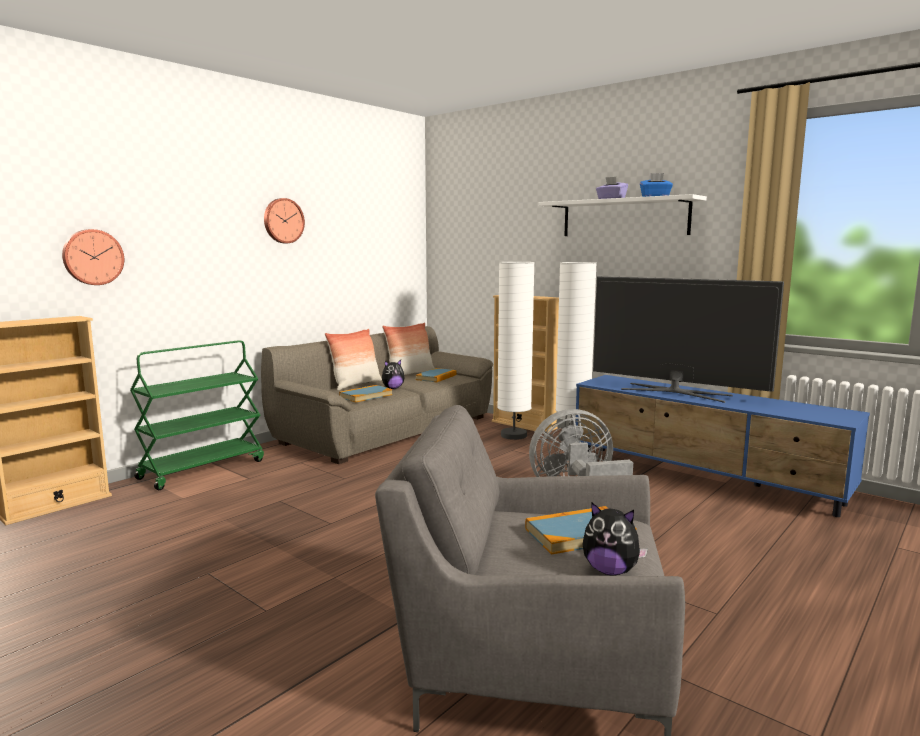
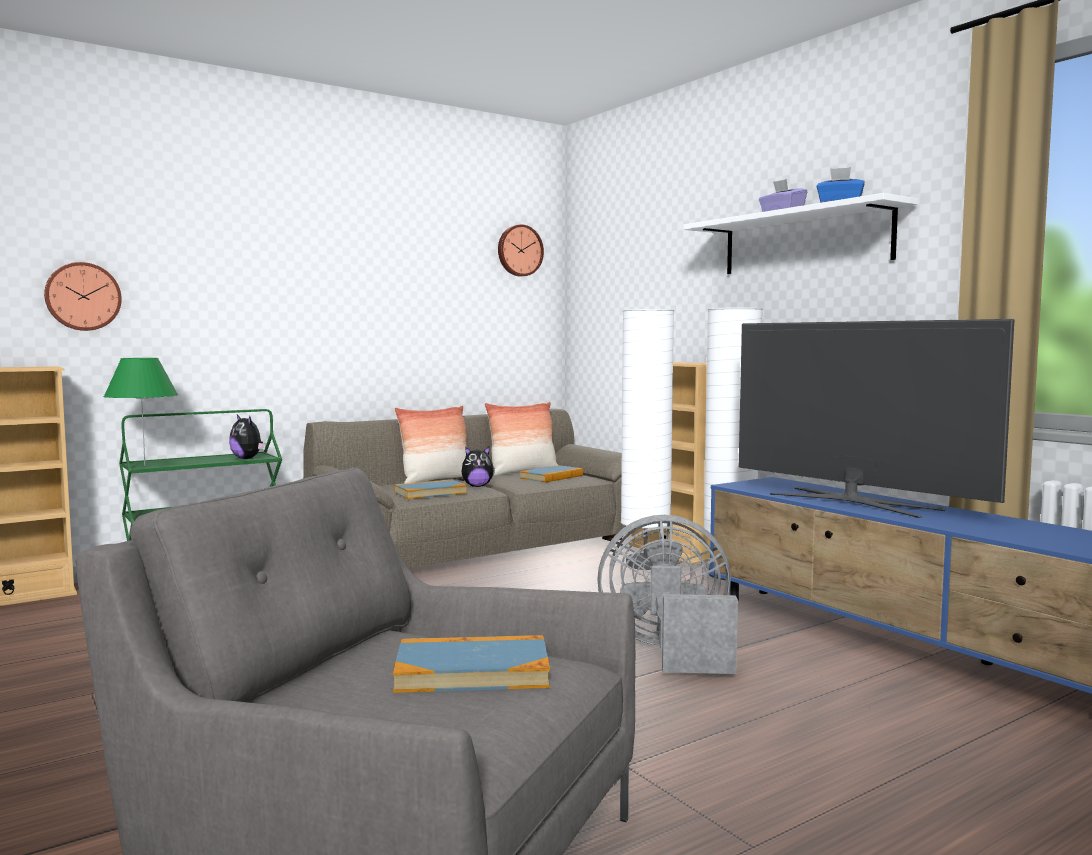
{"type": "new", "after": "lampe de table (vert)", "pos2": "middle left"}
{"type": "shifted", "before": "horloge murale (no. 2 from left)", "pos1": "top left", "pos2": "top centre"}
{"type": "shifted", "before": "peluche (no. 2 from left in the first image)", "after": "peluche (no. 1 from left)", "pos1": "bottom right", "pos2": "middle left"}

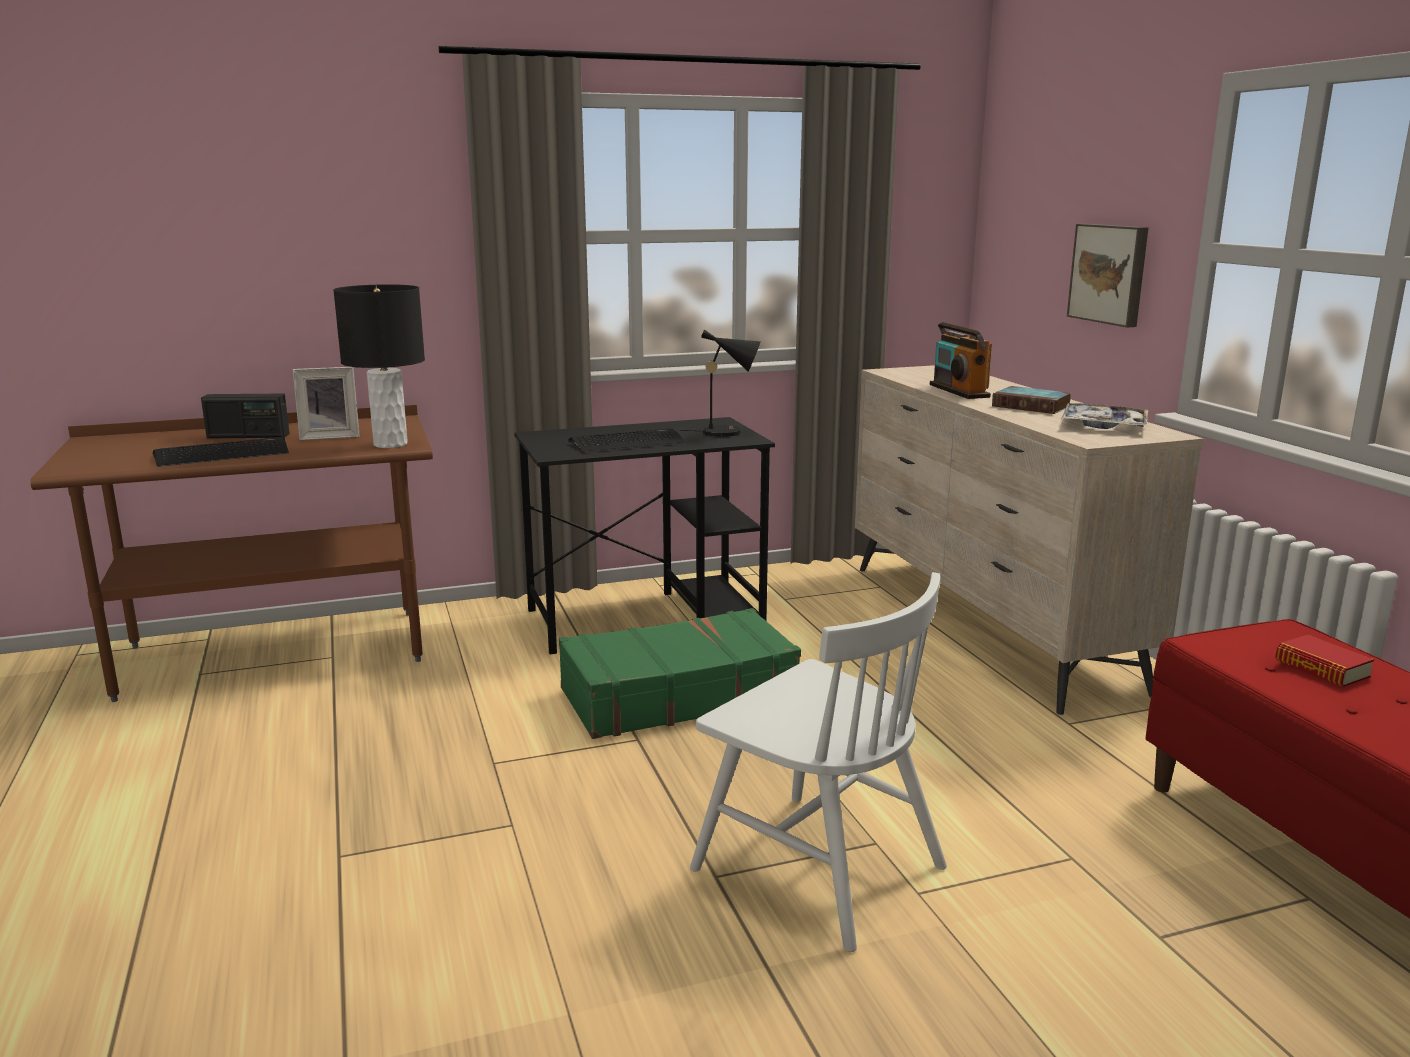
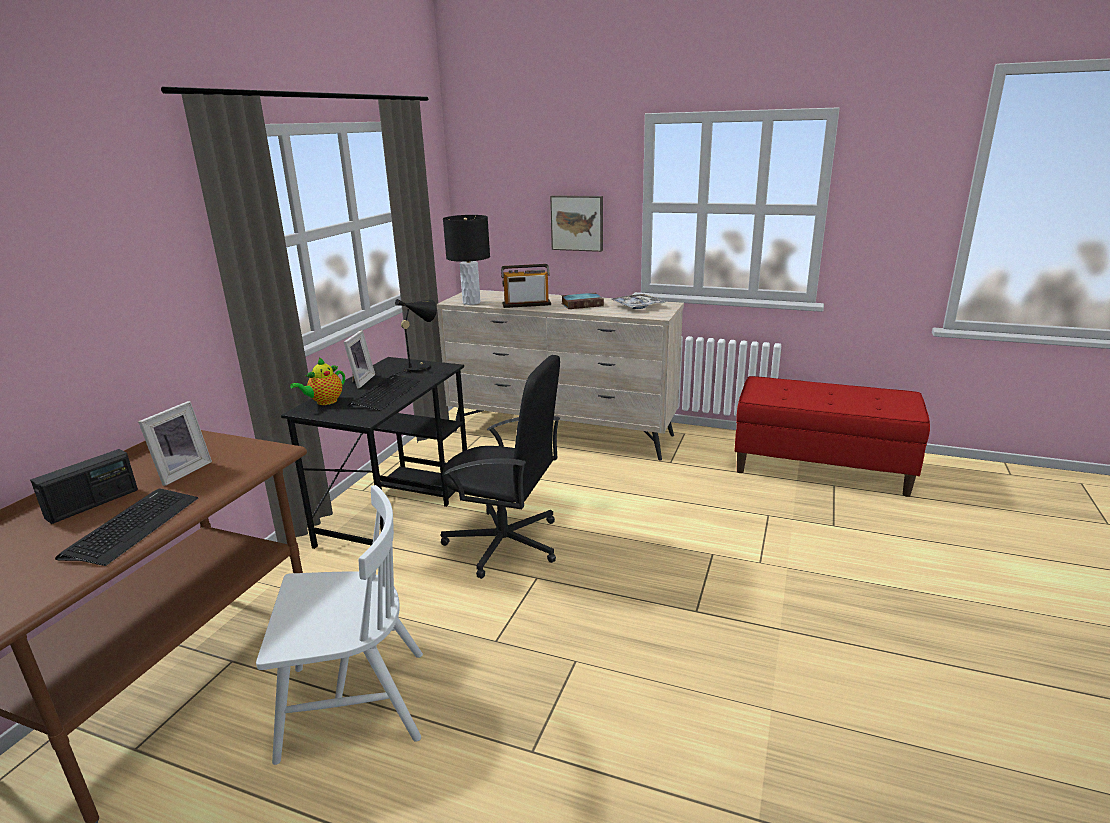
{"type": "gone", "before": "livre (no. 2 from left)", "pos1": "middle right"}
{"type": "new", "after": "théière", "pos2": "middle left"}
{"type": "new", "after": "cadre photo (no. 2 from left)", "pos2": "middle left"}
{"type": "shifted", "before": "lampe de table (noir) (no. 1 from left in the first image)", "after": "lampe de table (noir) (no. 2 from left)", "pos1": "middle left", "pos2": "top centre"}
{"type": "shifted", "before": "chaise (blanc)", "pos1": "bottom centre", "pos2": "bottom left"}
{"type": "swapped", "before": "valise (vert)", "after": "chaise de bureau (noir)", "pos1": "centre", "pos2": "centre"}
{"type": "rotated", "before": "radio (no. 2 from left)", "pos1": "middle right", "pos2": "centre", "turn": 150}

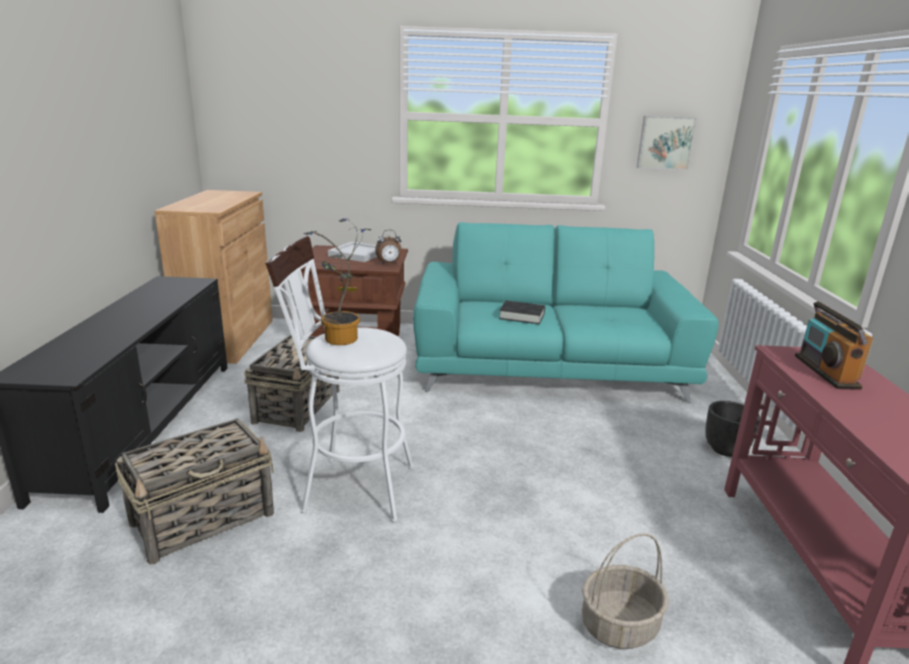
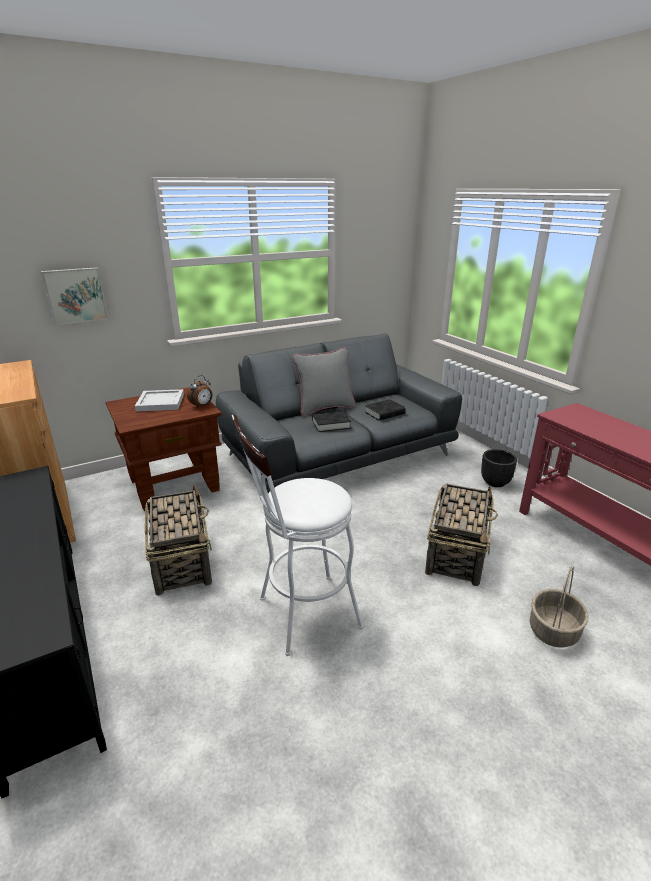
{"type": "gone", "before": "plante en pot", "pos1": "centre"}
{"type": "gone", "before": "radio", "pos1": "middle right"}
{"type": "new", "after": "coussin (gris)", "pos2": "centre"}
{"type": "new", "after": "livre (noir) (no. 2 from left)", "pos2": "centre"}
{"type": "shifted", "before": "panier (no. 1 from left in the first image)", "after": "panier (no. 2 from left)", "pos1": "bottom left", "pos2": "middle right"}
{"type": "shifted", "before": "tableau", "pos1": "top right", "pos2": "middle left"}
{"type": "repainted", "before": "canapé (turquoise)", "after": "canapé (gris)", "pos1": "centre", "pos2": "centre"}

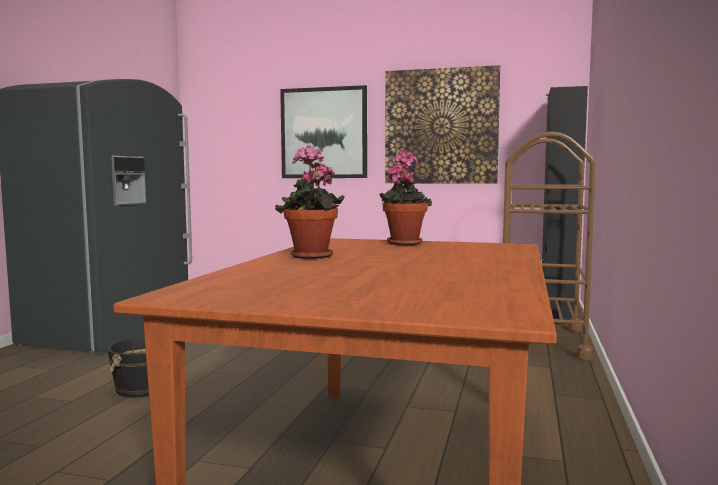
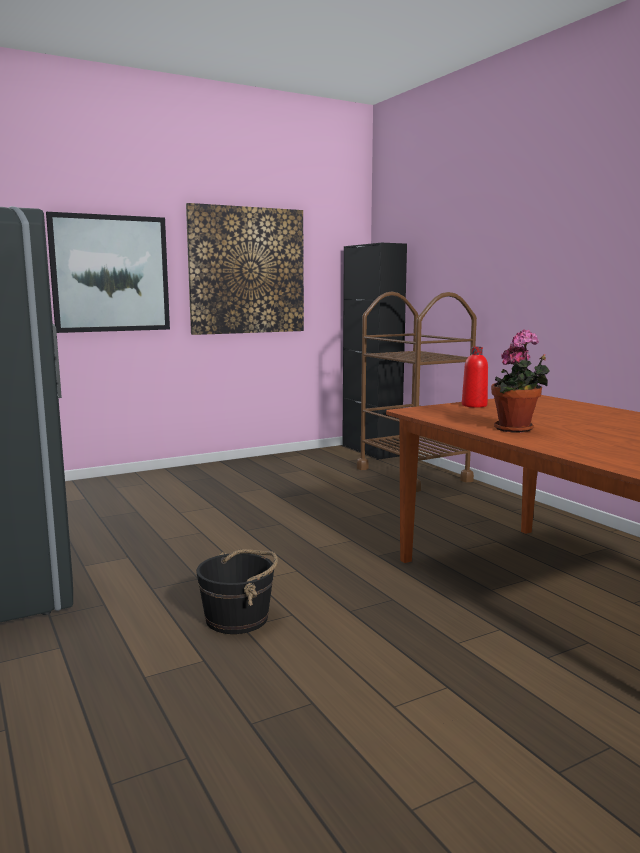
{"type": "swapped", "before": "plante en pot (no. 2 from left)", "after": "bouteille (rouge)", "pos1": "centre", "pos2": "middle right"}

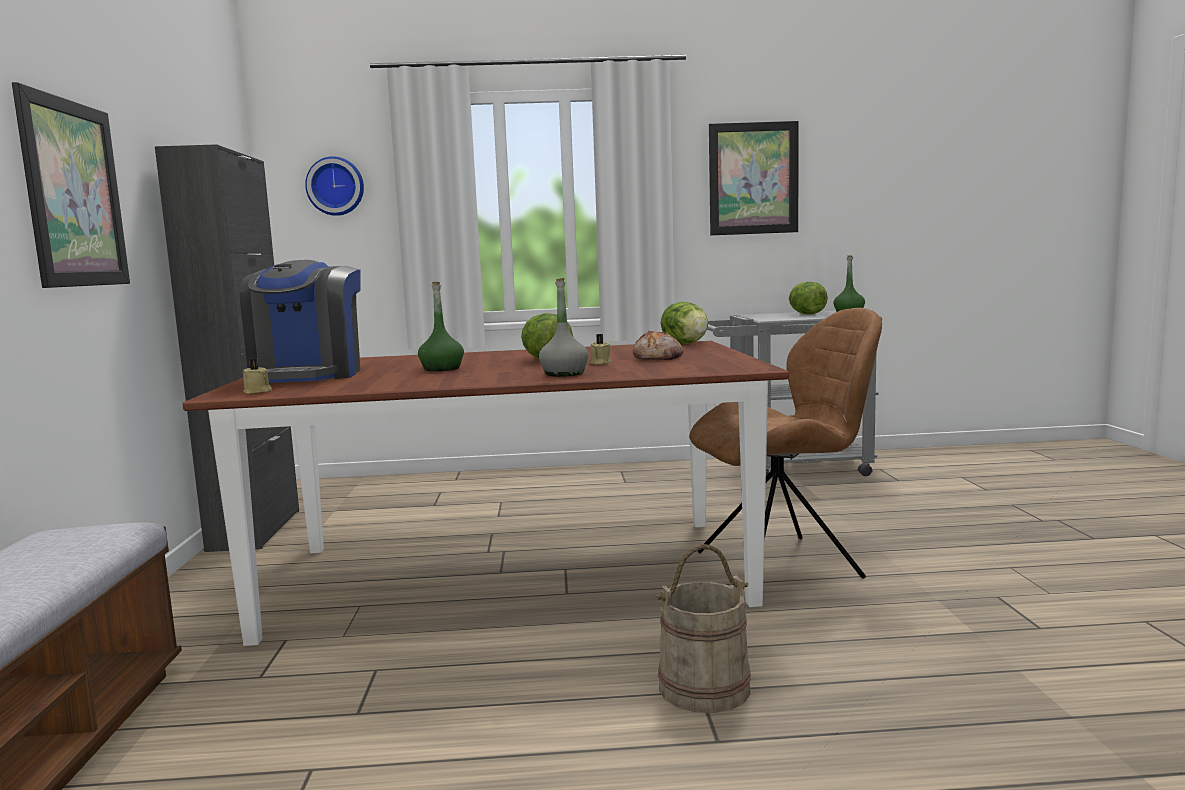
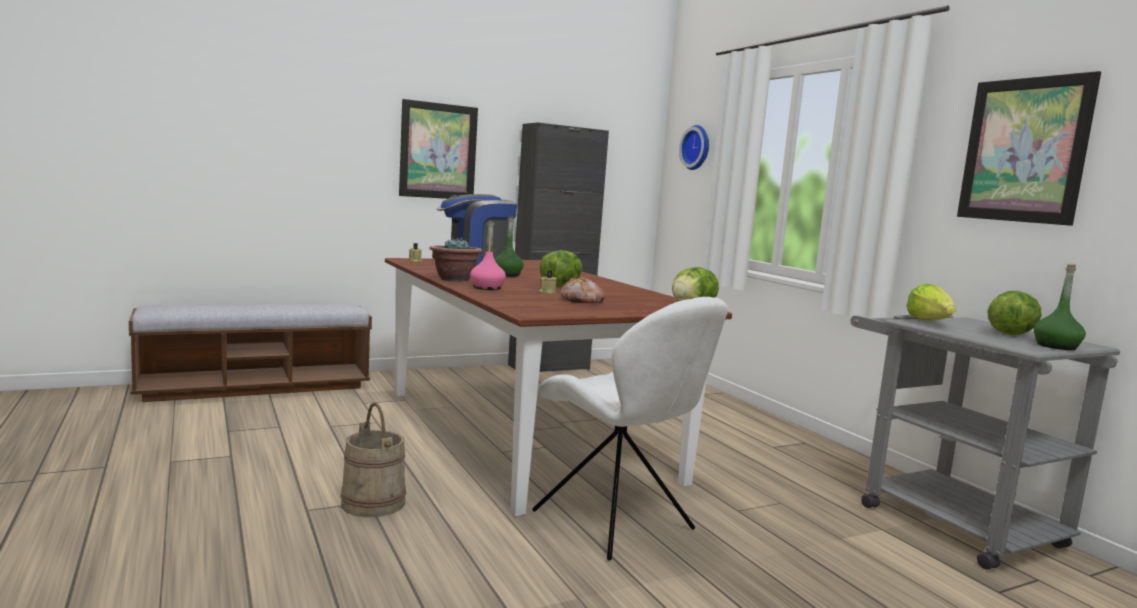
{"type": "new", "after": "plante en pot", "pos2": "centre"}
{"type": "new", "after": "laitue (no. 3 from left)", "pos2": "middle right"}
{"type": "repainted", "before": "bouteille (gris)", "after": "bouteille (rose)", "pos1": "centre", "pos2": "centre"}
{"type": "repainted", "before": "chaise (marron)", "after": "chaise (blanc)", "pos1": "centre", "pos2": "bottom centre"}

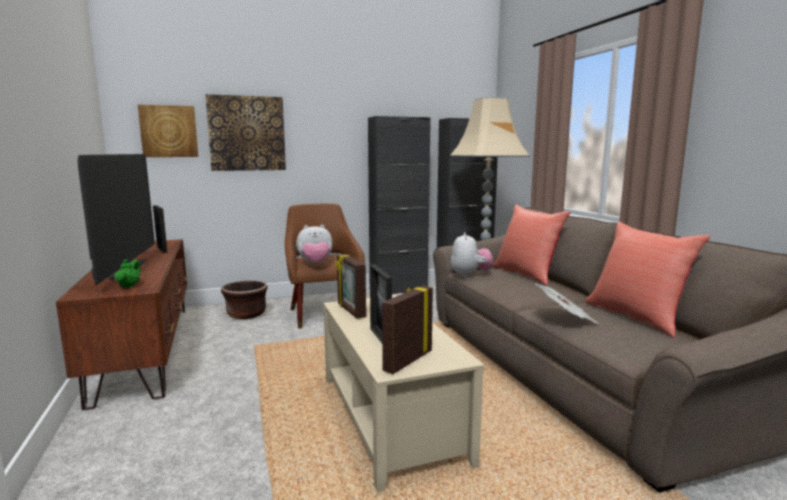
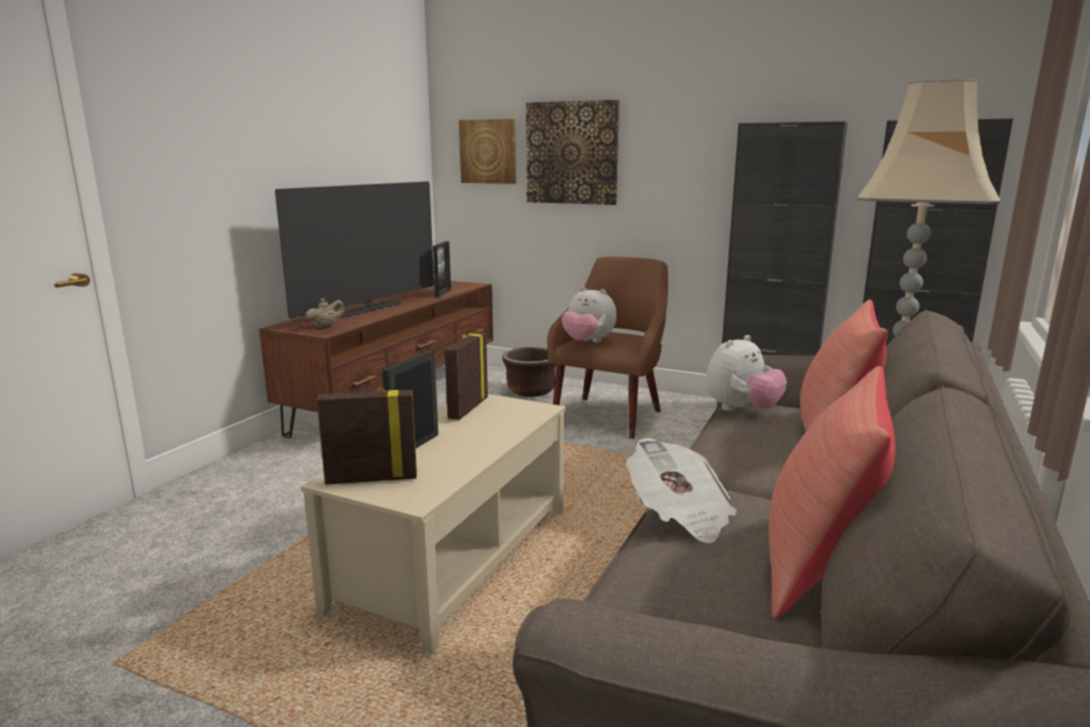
{"type": "repainted", "before": "théière (vert)", "after": "théière (beige)", "pos1": "middle left", "pos2": "middle left"}

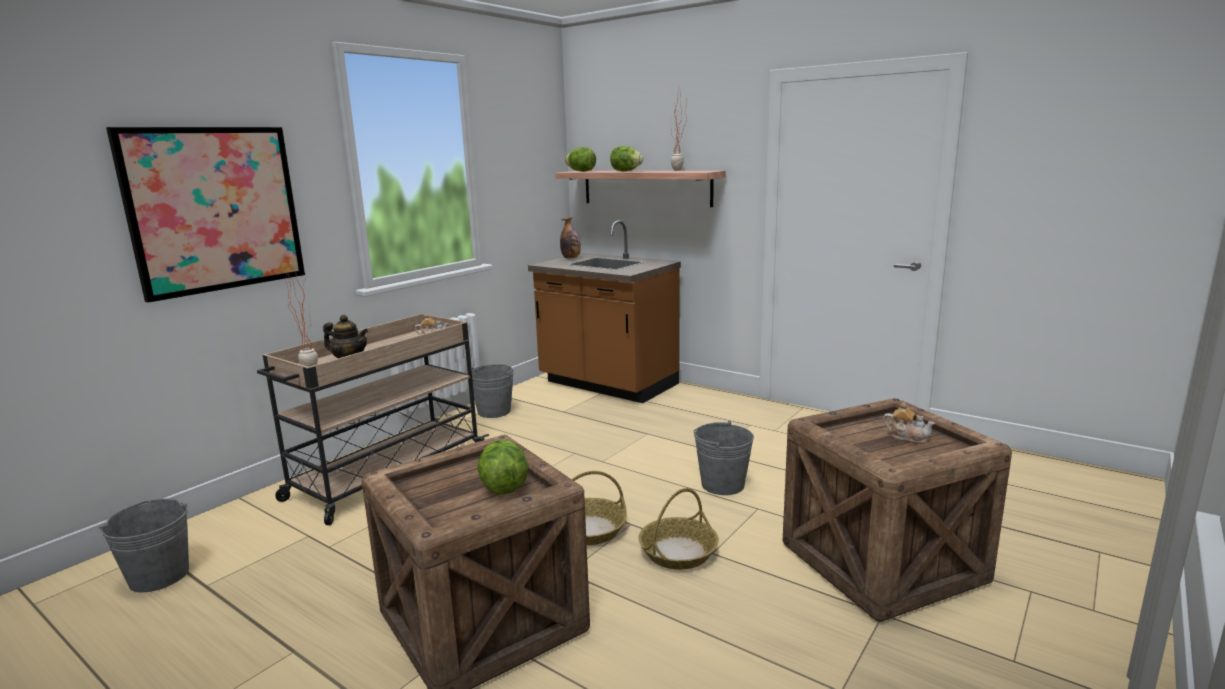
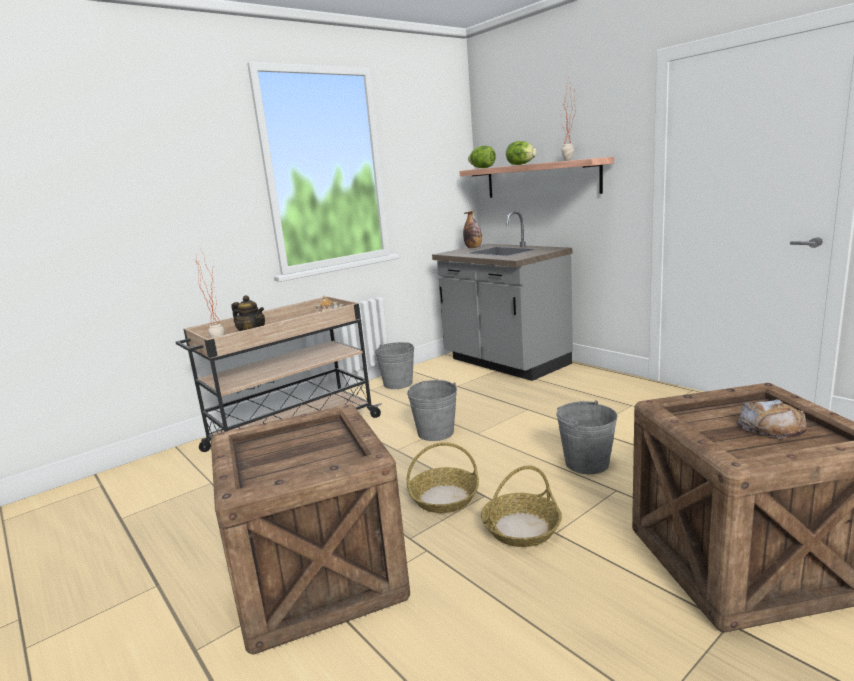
{"type": "gone", "before": "tableau", "pos1": "top left"}
{"type": "gone", "before": "laitue (no. 1 from left)", "pos1": "bottom centre"}
{"type": "shifted", "before": "seau (gris) (no. 1 from left in the first image)", "after": "seau (gris) (no. 2 from left)", "pos1": "bottom left", "pos2": "centre"}
{"type": "swapped", "before": "théière (no. 3 from left)", "after": "pain", "pos1": "middle right", "pos2": "middle right"}
{"type": "repainted", "before": "comptoir de cuisine (marron)", "after": "comptoir de cuisine (gris)", "pos1": "centre", "pos2": "centre"}

